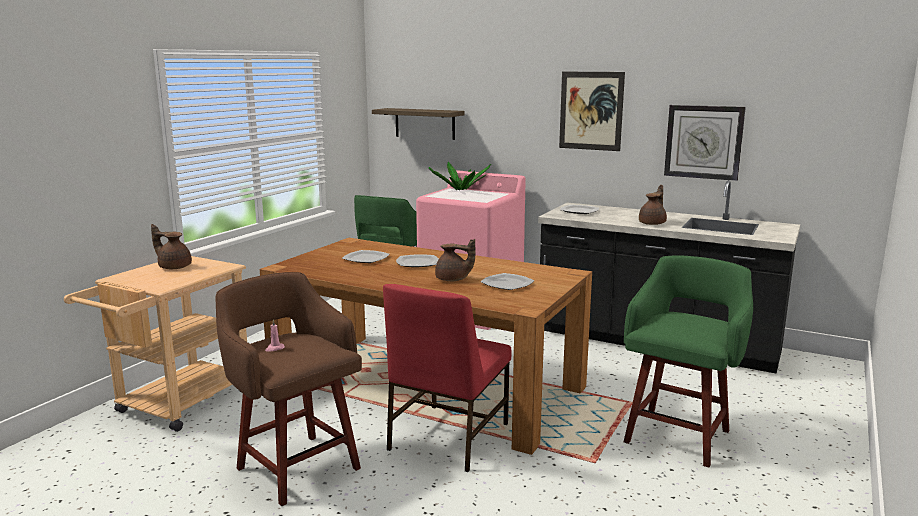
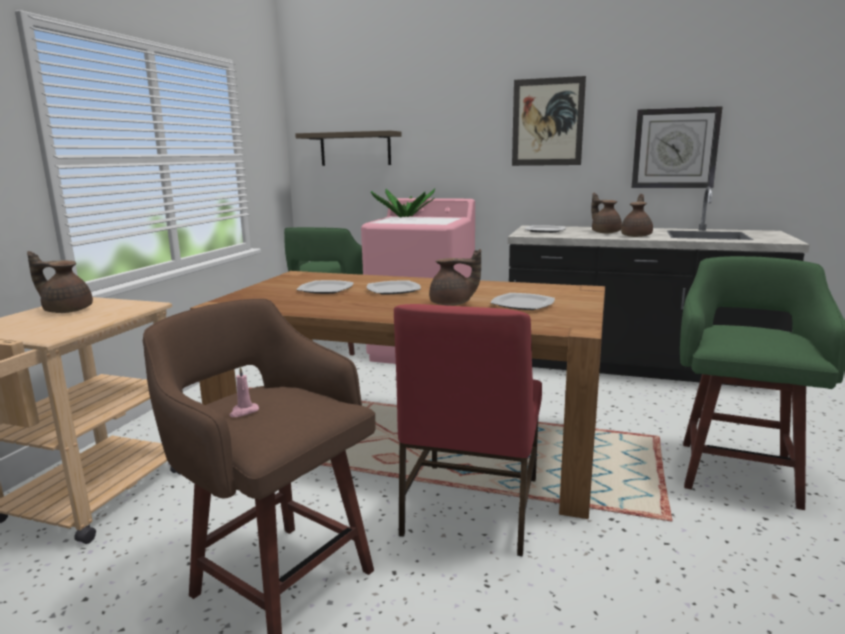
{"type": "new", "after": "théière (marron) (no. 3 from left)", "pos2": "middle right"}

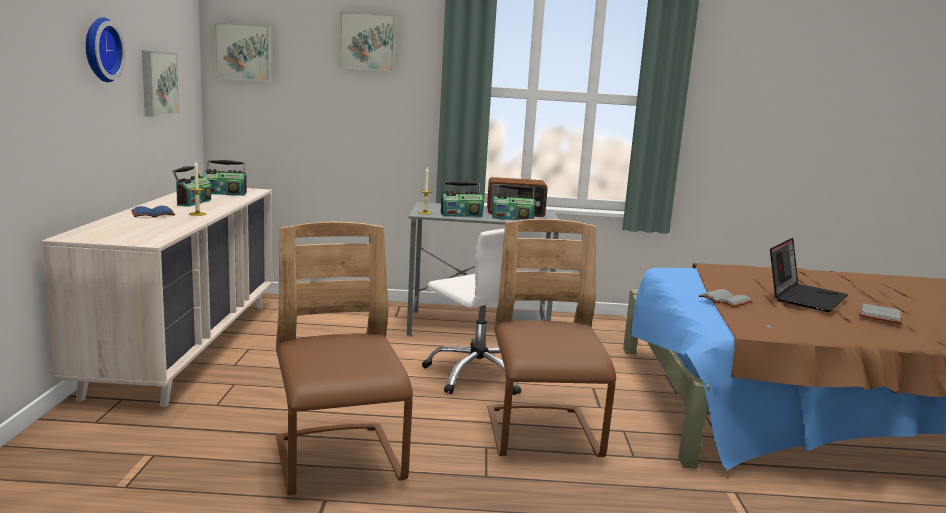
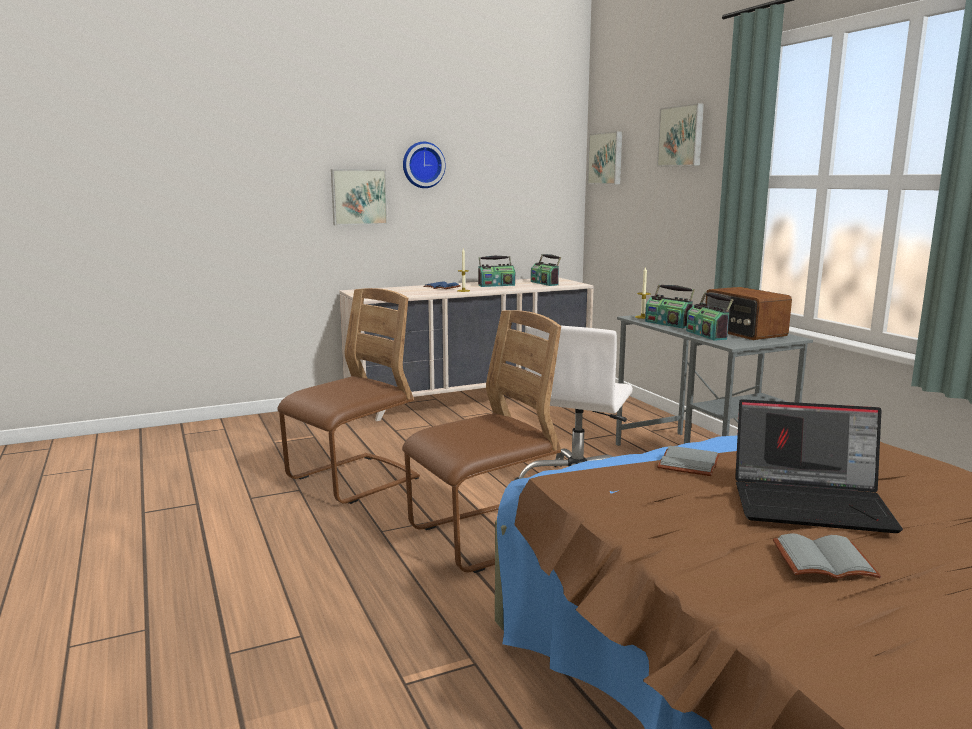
{"type": "shifted", "before": "tableau (no. 1 from left)", "pos1": "top left", "pos2": "top centre"}

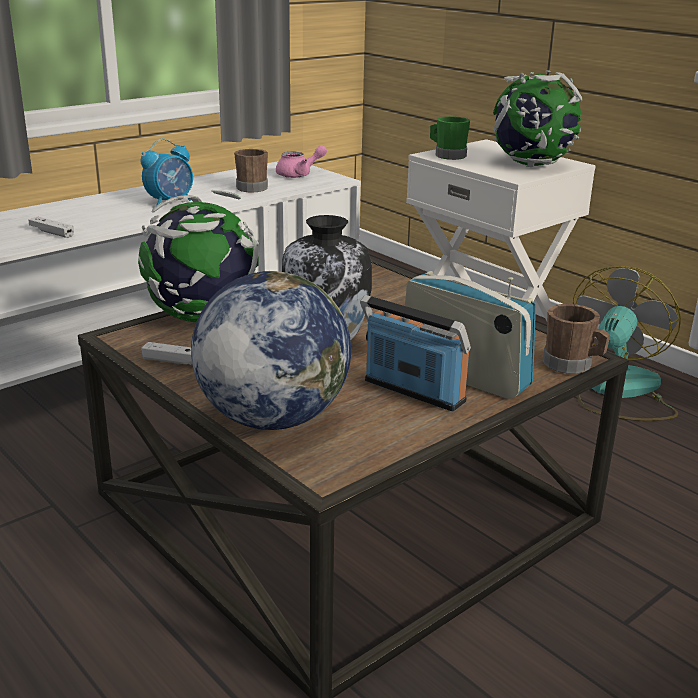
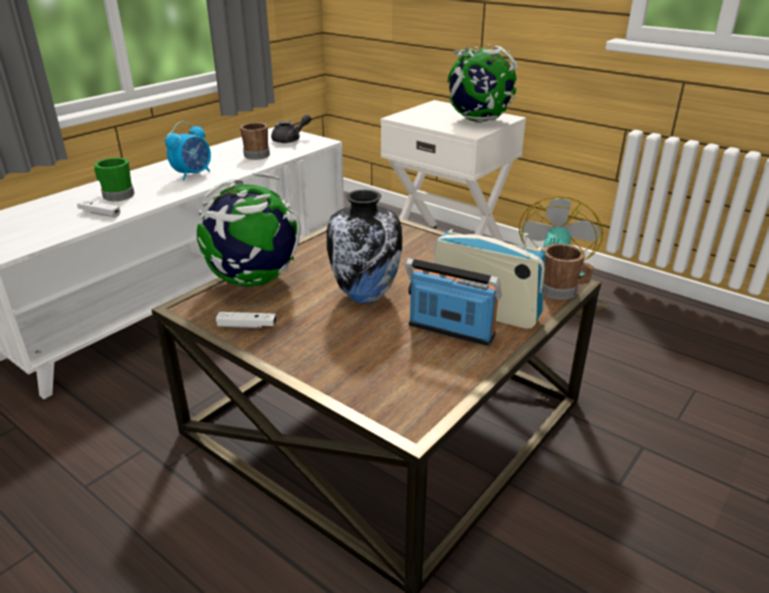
{"type": "gone", "before": "globe (no. 2 from left)", "pos1": "centre"}
{"type": "shifted", "before": "mug (vert)", "pos1": "top centre", "pos2": "top left"}
{"type": "repainted", "before": "théière (rose)", "after": "théière (gris)", "pos1": "top centre", "pos2": "top centre"}

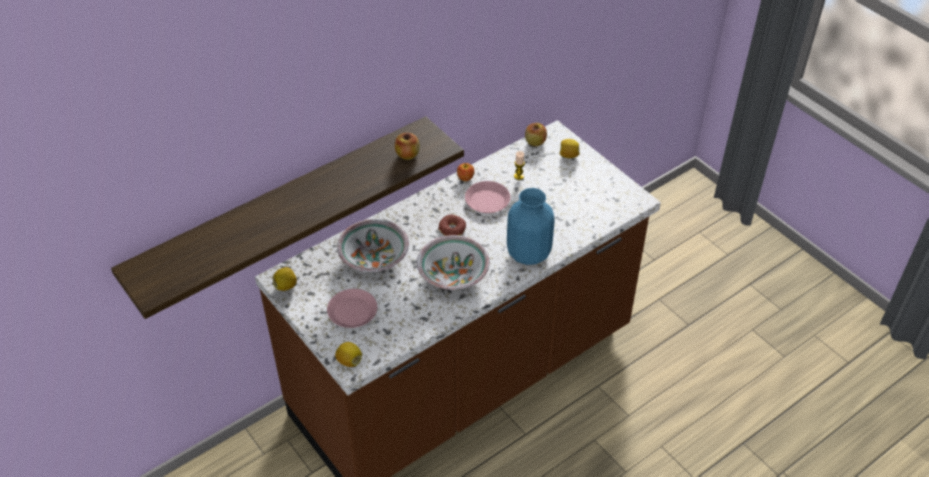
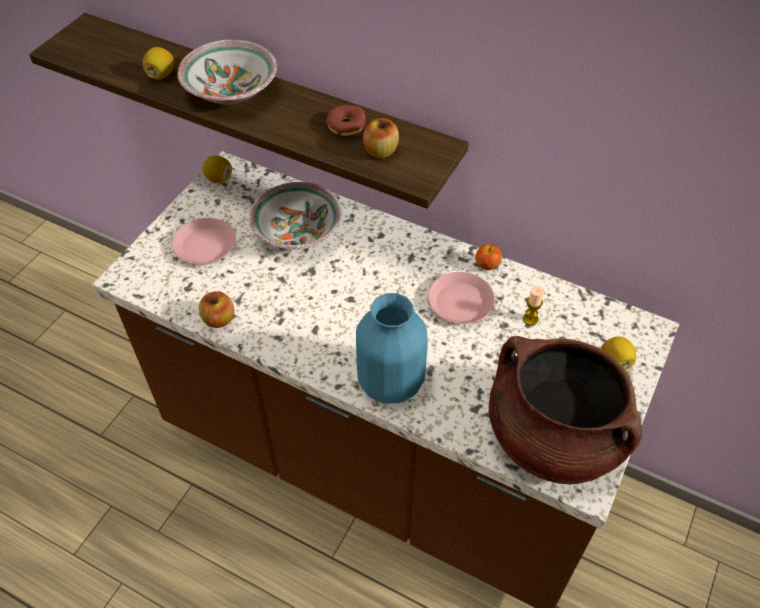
{"type": "new", "after": "marmite (marron)", "pos2": "bottom right"}
{"type": "shifted", "before": "citron (no. 2 from left in the first image)", "after": "citron (no. 1 from left)", "pos1": "bottom centre", "pos2": "top left"}
{"type": "shifted", "before": "bol (no. 2 from left in the first image)", "after": "bol (no. 1 from left)", "pos1": "centre", "pos2": "top left"}
{"type": "shifted", "before": "beignet", "pos1": "centre", "pos2": "top centre"}
{"type": "shifted", "before": "pomme (no. 3 from left in the first image)", "after": "pomme (no. 1 from left)", "pos1": "top centre", "pos2": "middle left"}

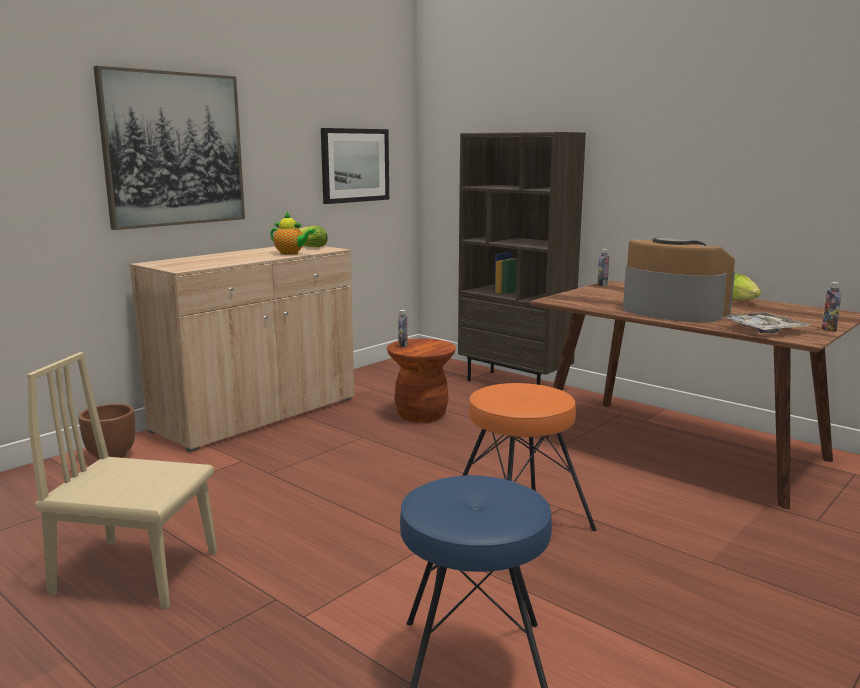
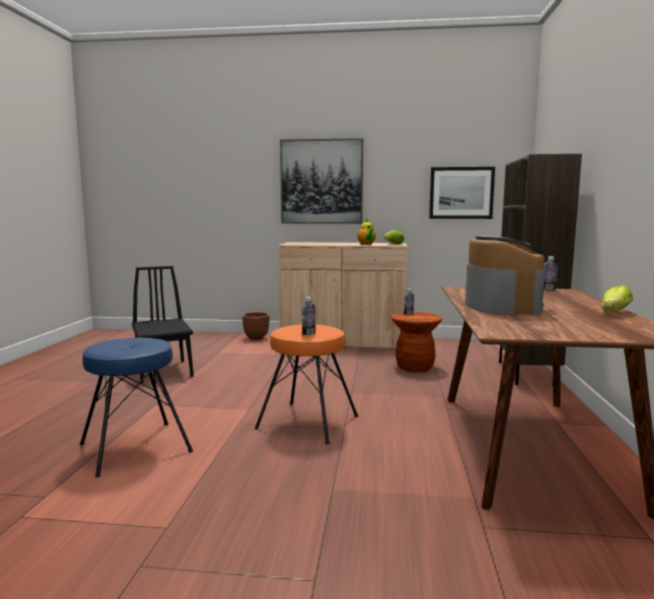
{"type": "gone", "before": "plateau", "pos1": "middle right"}
{"type": "shifted", "before": "bouteille (no. 3 from left in the first image)", "after": "bouteille (no. 1 from left)", "pos1": "middle right", "pos2": "centre"}
{"type": "repainted", "before": "chaise (beige)", "after": "chaise (noir)", "pos1": "bottom left", "pos2": "middle left"}

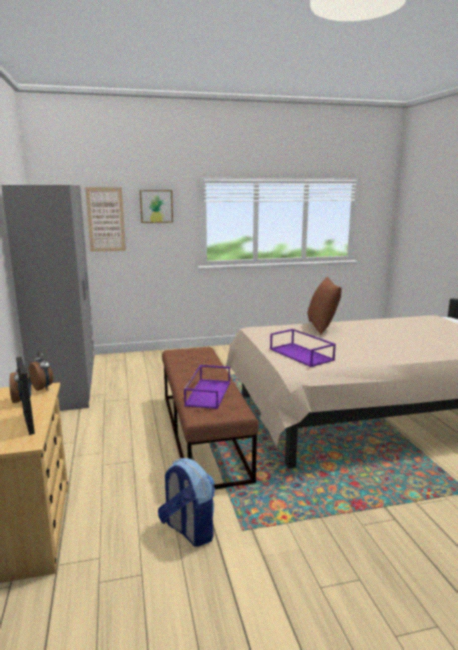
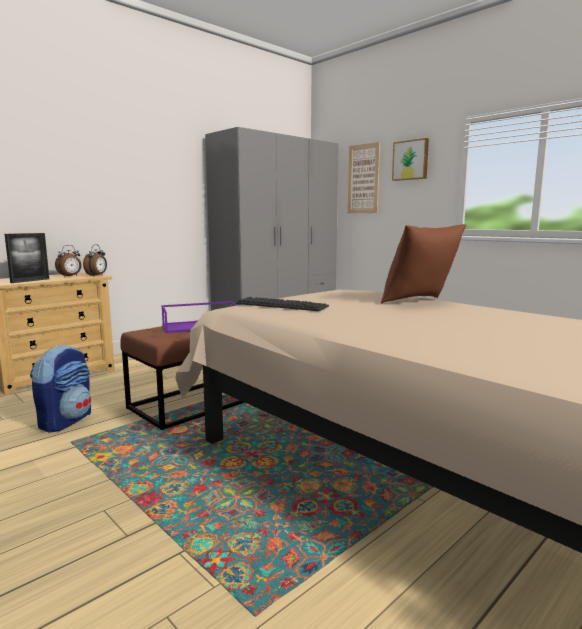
{"type": "swapped", "before": "plateau (violet) (no. 2 from left)", "after": "clavier", "pos1": "centre", "pos2": "centre"}

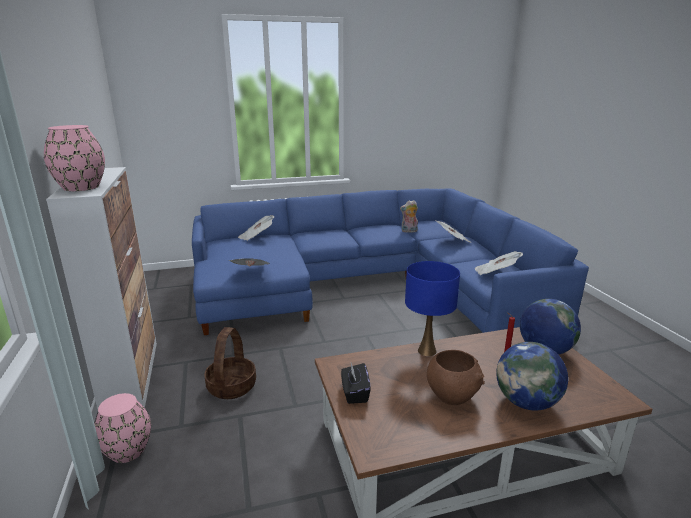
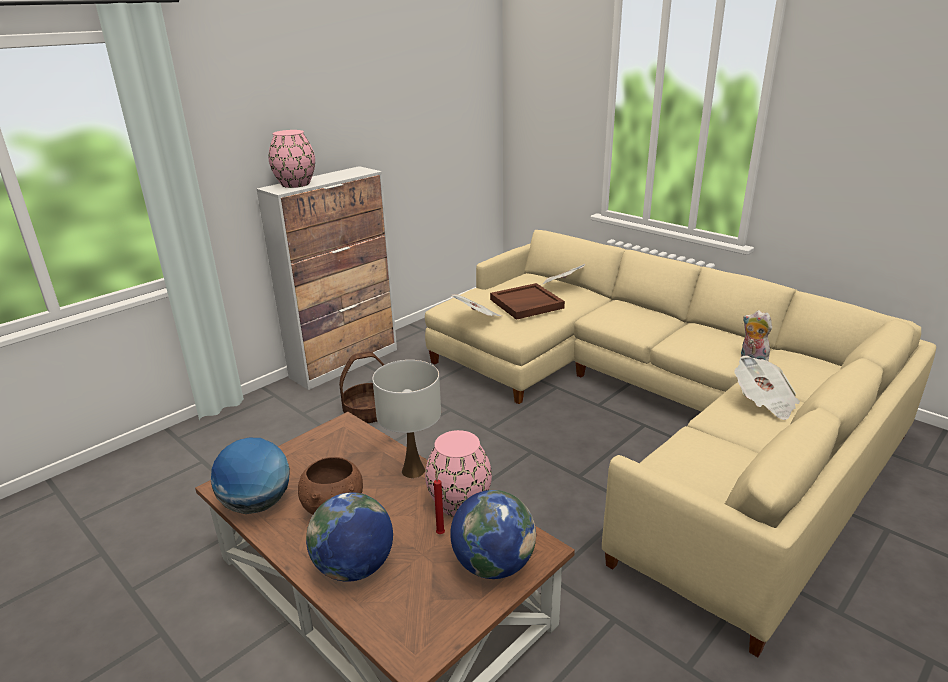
{"type": "gone", "before": "boîte à mouchoirs (noir)", "pos1": "bottom centre"}
{"type": "gone", "before": "journal (no. 4 from left)", "pos1": "middle right"}
{"type": "new", "after": "globe (no. 1 from left)", "pos2": "bottom left"}
{"type": "new", "after": "plateau (marron)", "pos2": "centre"}
{"type": "shifted", "before": "vase (rose) (no. 2 from left)", "pos1": "bottom left", "pos2": "bottom centre"}
{"type": "repainted", "before": "canapé (bleu)", "after": "canapé (beige)", "pos1": "centre", "pos2": "middle right"}
{"type": "repainted", "before": "lampe de table (bleu)", "after": "lampe de table (blanc)", "pos1": "centre", "pos2": "centre"}

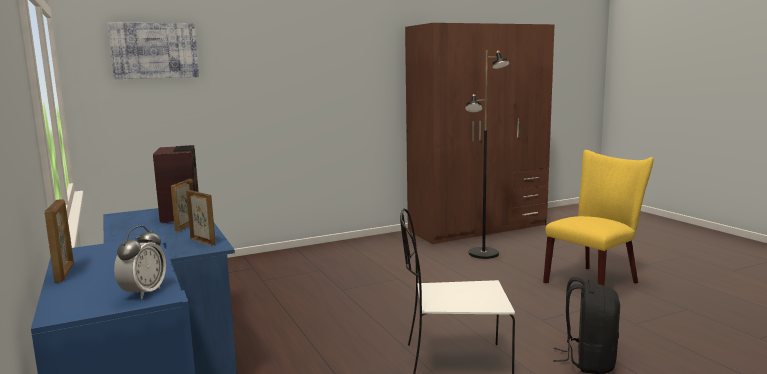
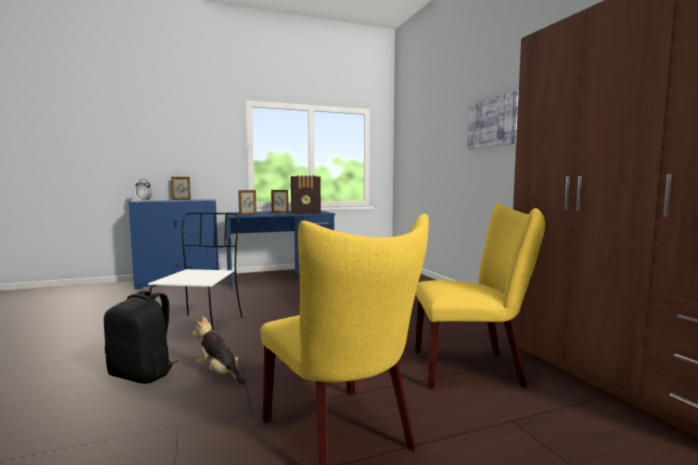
{"type": "new", "after": "peluche", "pos2": "bottom left"}
{"type": "shifted", "before": "tableau", "pos1": "top left", "pos2": "top right"}
{"type": "swapped", "before": "lampadaire (noir)", "after": "chaise (jaune) (no. 2 from left)", "pos1": "centre", "pos2": "middle right"}

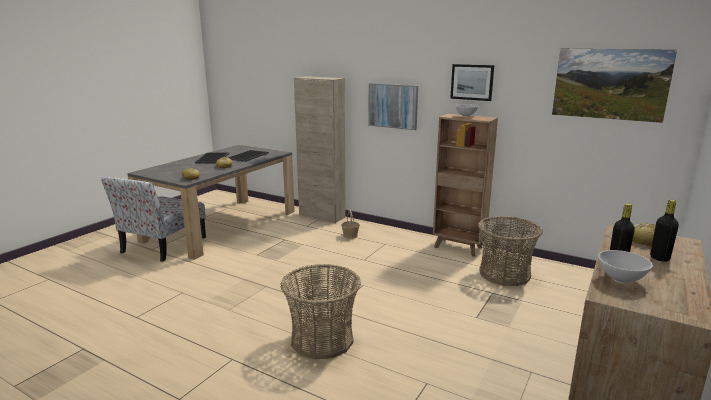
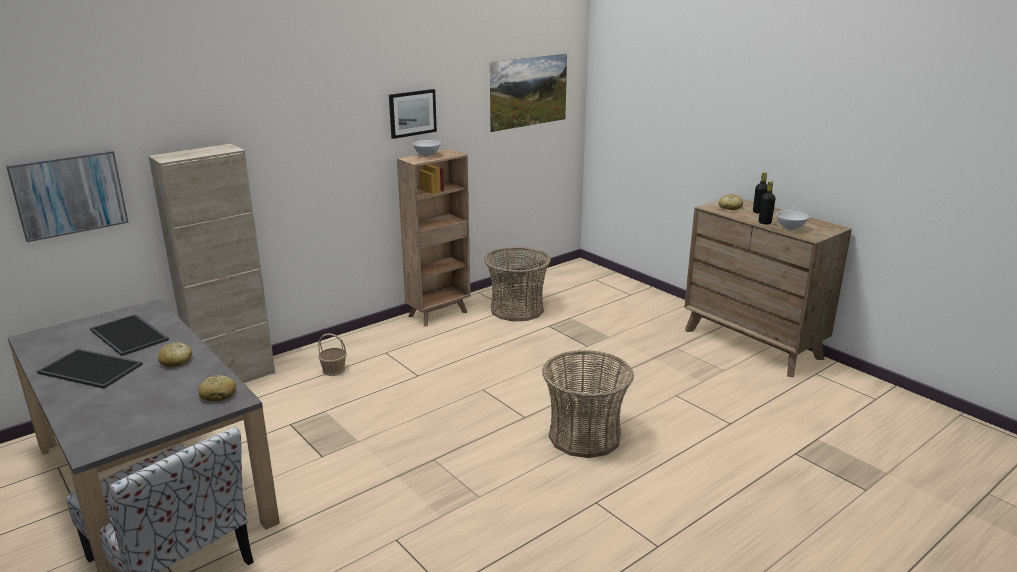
{"type": "shifted", "before": "tableau (no. 1 from left)", "pos1": "top centre", "pos2": "middle left"}

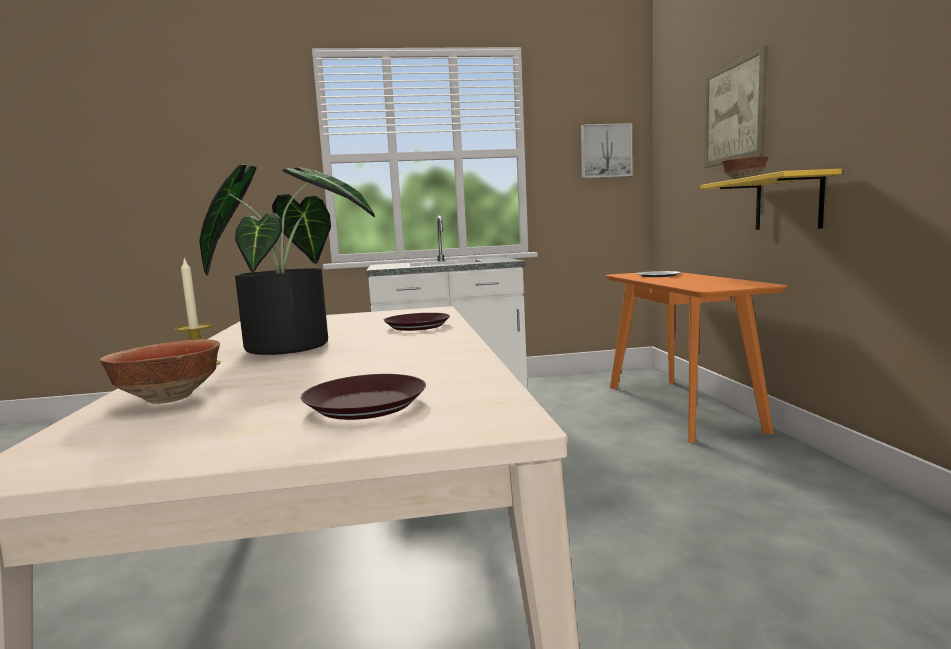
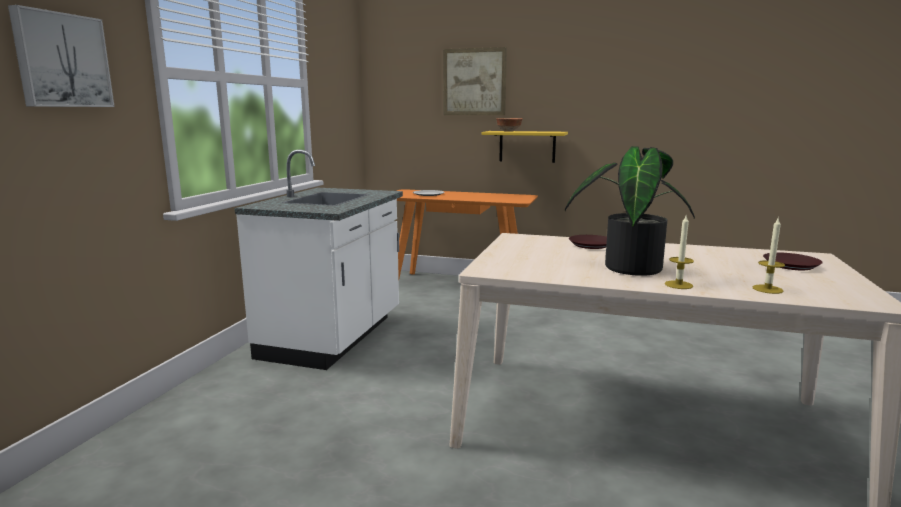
{"type": "shifted", "before": "tableau (no. 1 from left)", "pos1": "top centre", "pos2": "top left"}
{"type": "swapped", "before": "bol (no. 1 from left)", "after": "bougie (no. 2 from left)", "pos1": "middle left", "pos2": "middle right"}

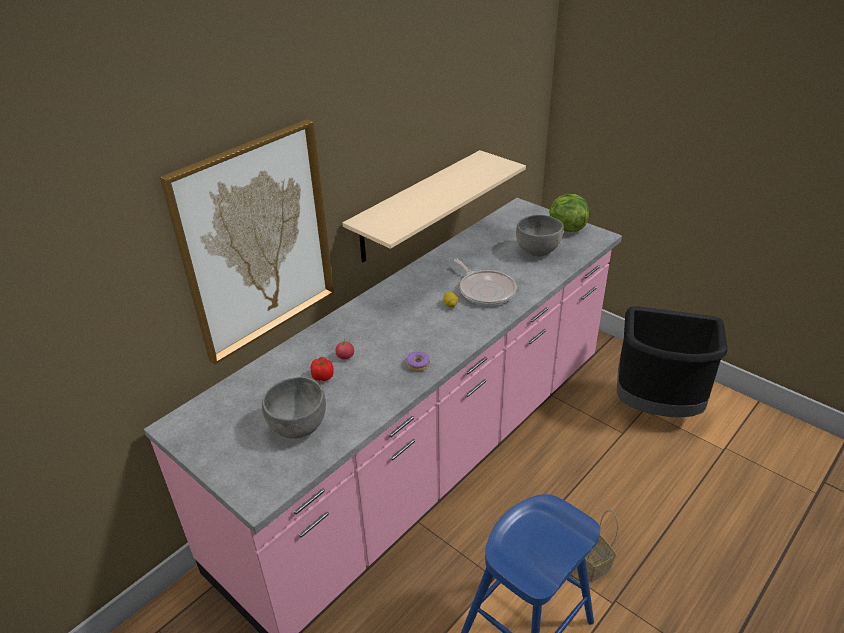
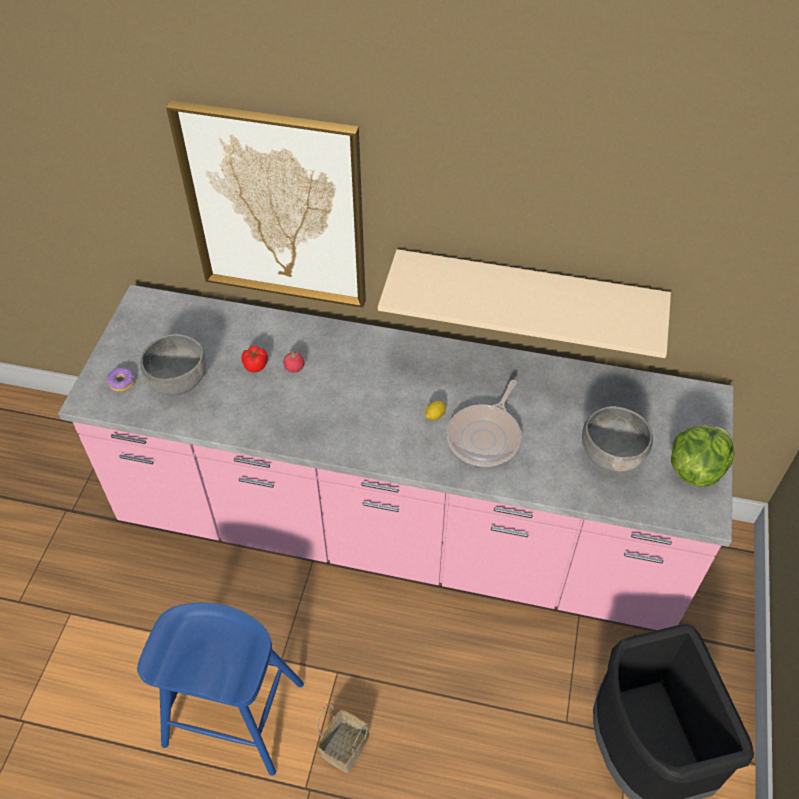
{"type": "shifted", "before": "beignet", "pos1": "centre", "pos2": "middle left"}

